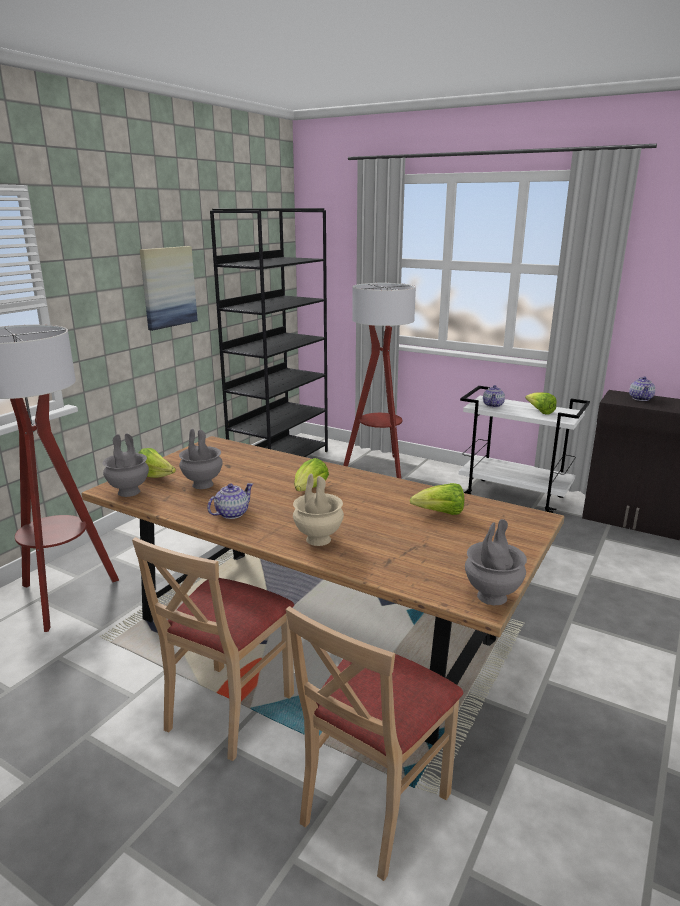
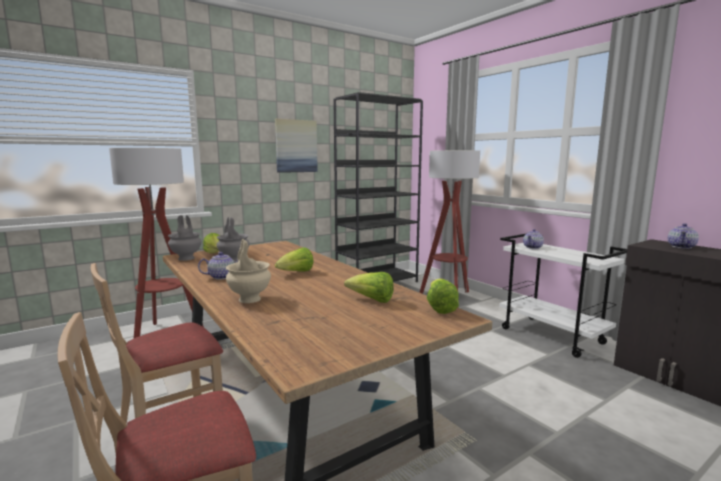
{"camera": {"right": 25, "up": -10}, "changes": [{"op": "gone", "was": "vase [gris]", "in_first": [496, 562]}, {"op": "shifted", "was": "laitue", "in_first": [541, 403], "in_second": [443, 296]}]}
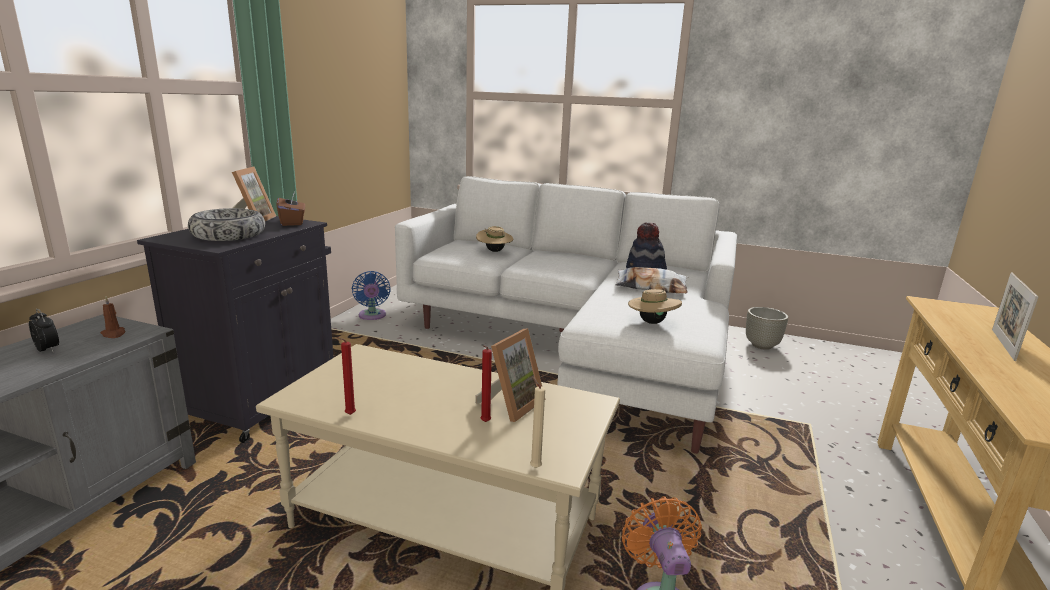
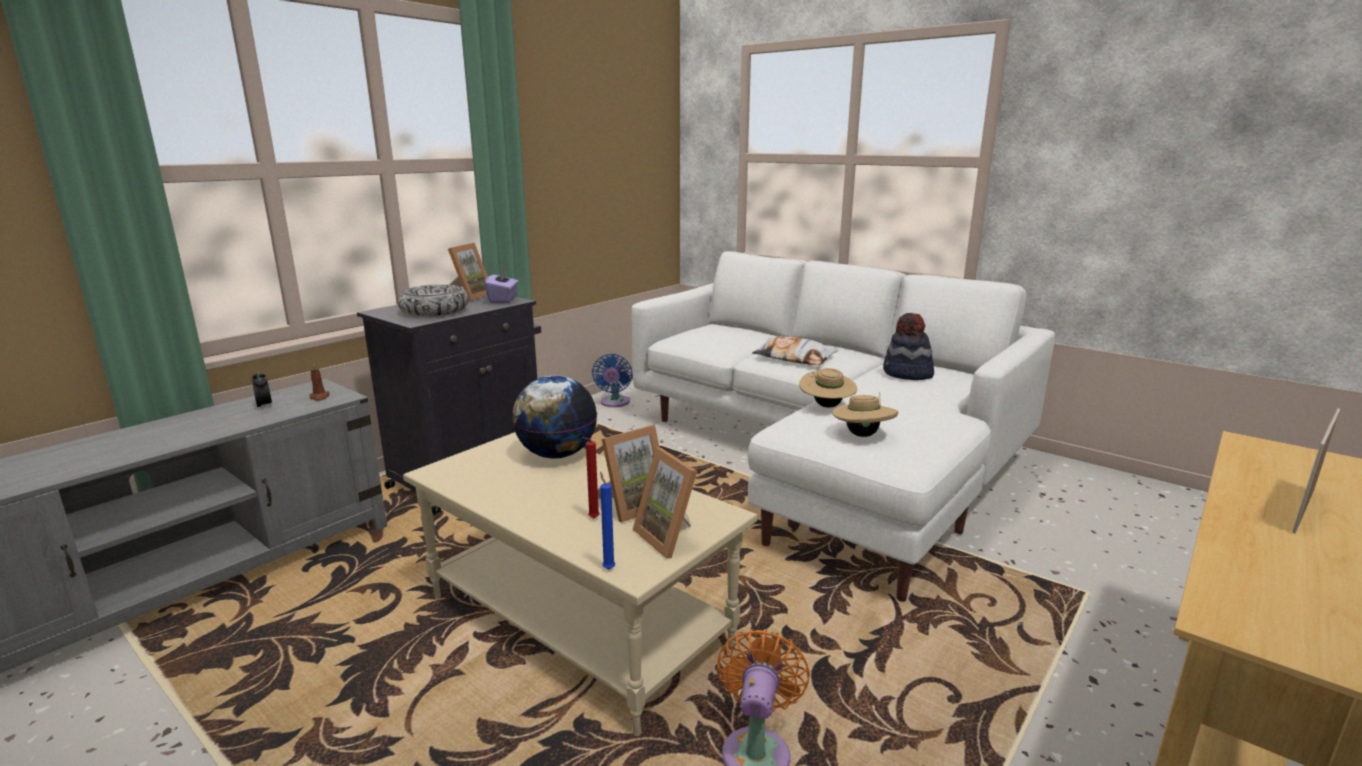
{"camera": {"right": 20, "up": 0}, "changes": [{"op": "repainted", "was": "boîte à mouchoirs [marron]", "now": "boîte à mouchoirs [violet]", "in_first": [290, 209], "in_second": [501, 285]}, {"op": "gone", "was": "bougie [rouge]", "in_first": [346, 376]}, {"op": "shifted", "was": "chapeau [beige]", "in_first": [494, 239], "in_second": [828, 388]}, {"op": "repainted", "was": "bougie [beige]", "now": "bougie [bleu]", "in_first": [537, 422], "in_second": [607, 520]}, {"op": "shifted", "was": "coussin", "in_first": [652, 280], "in_second": [795, 351]}, {"op": "gone", "was": "cache-pot [gris]", "in_first": [767, 328]}, {"op": "new", "now": "globe", "in_second": [554, 417]}, {"op": "new", "now": "cadre photo", "in_second": [665, 503]}]}
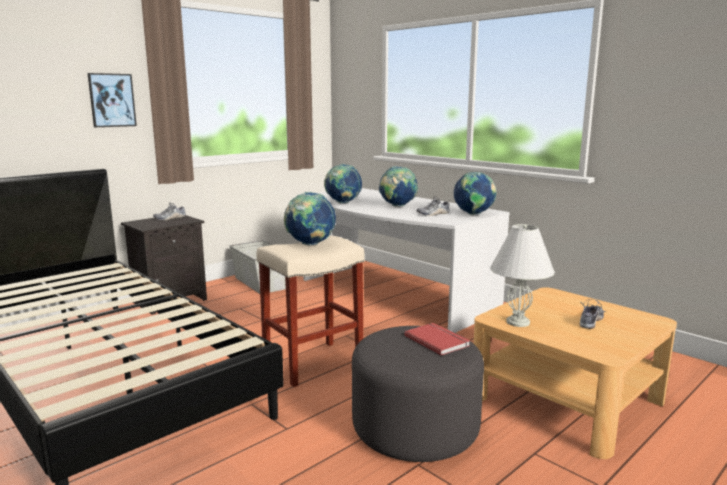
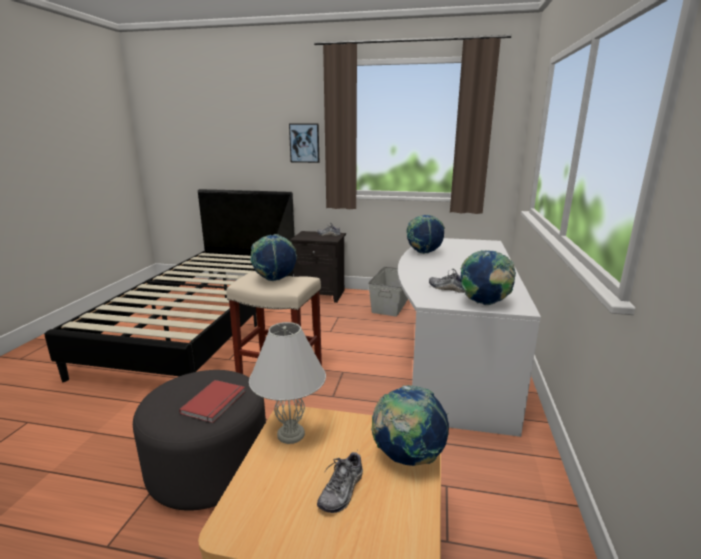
{"camera": {"right": 55, "up": 5}, "changes": [{"op": "shifted", "was": "globe", "in_first": [399, 186], "in_second": [410, 425]}, {"op": "rotated", "was": "chaussure", "in_first": [593, 314], "in_second": [340, 482], "clockwise": 120}]}
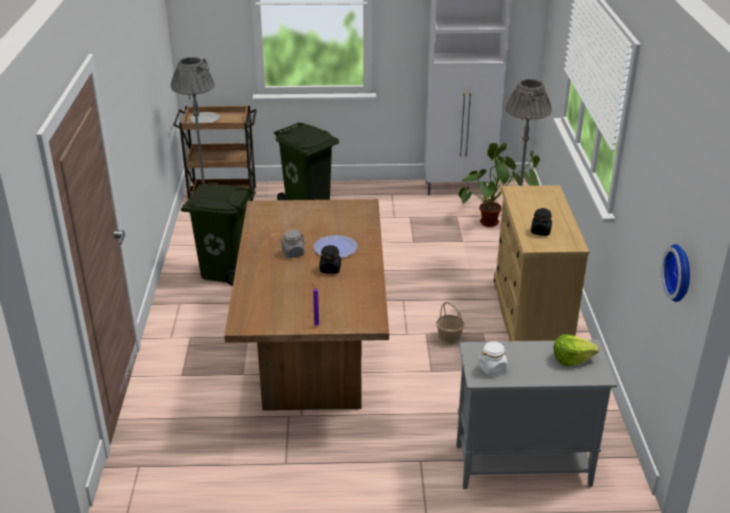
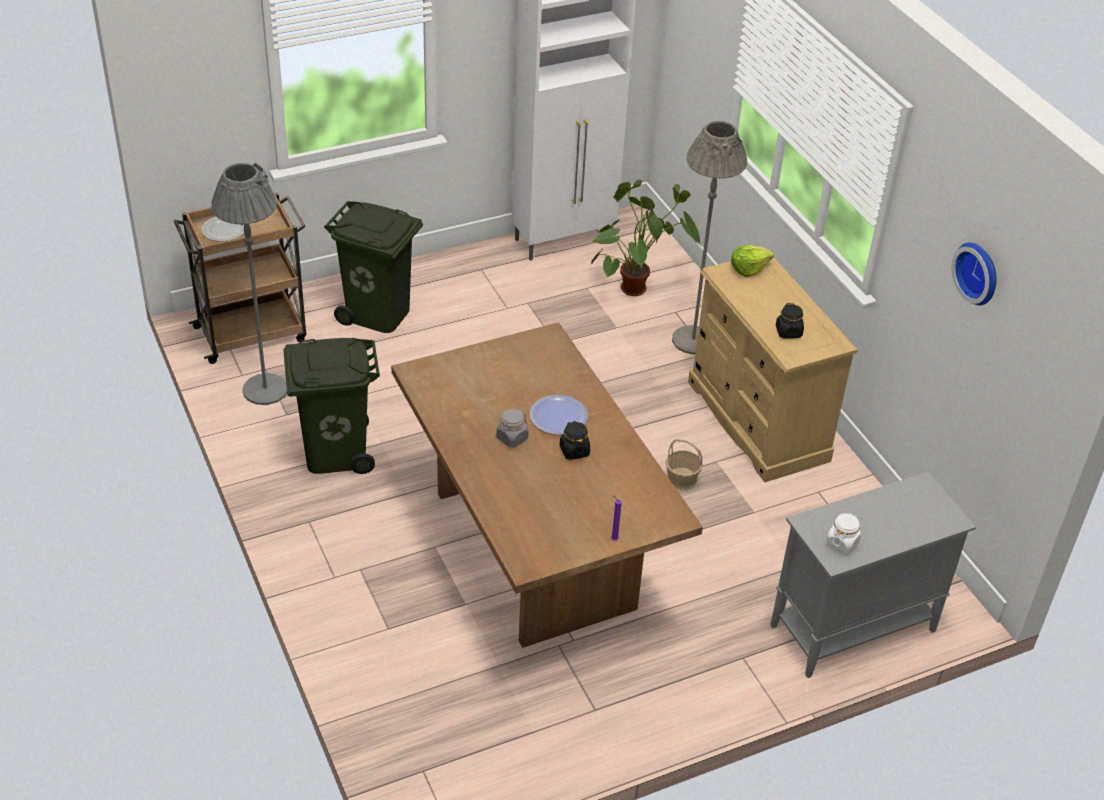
{"camera": {"right": -25, "up": 10}, "changes": [{"op": "shifted", "was": "laitue", "in_first": [576, 350], "in_second": [752, 261]}, {"op": "shifted", "was": "horloge murale", "in_first": [676, 273], "in_second": [974, 274]}]}
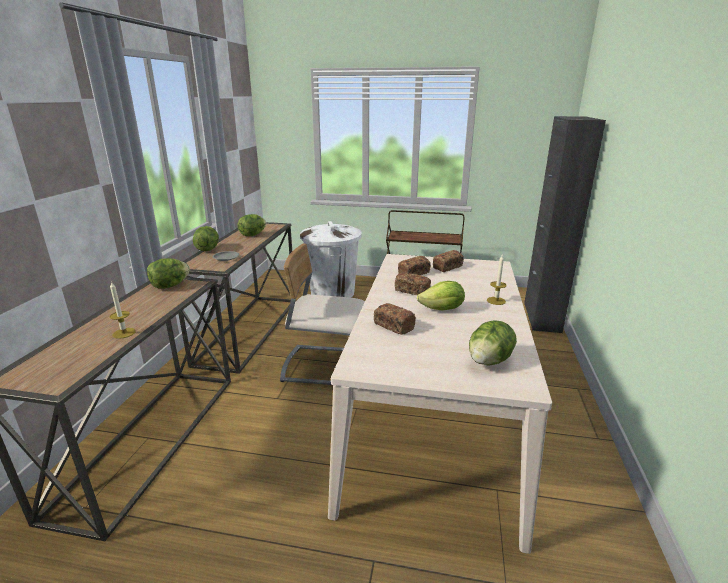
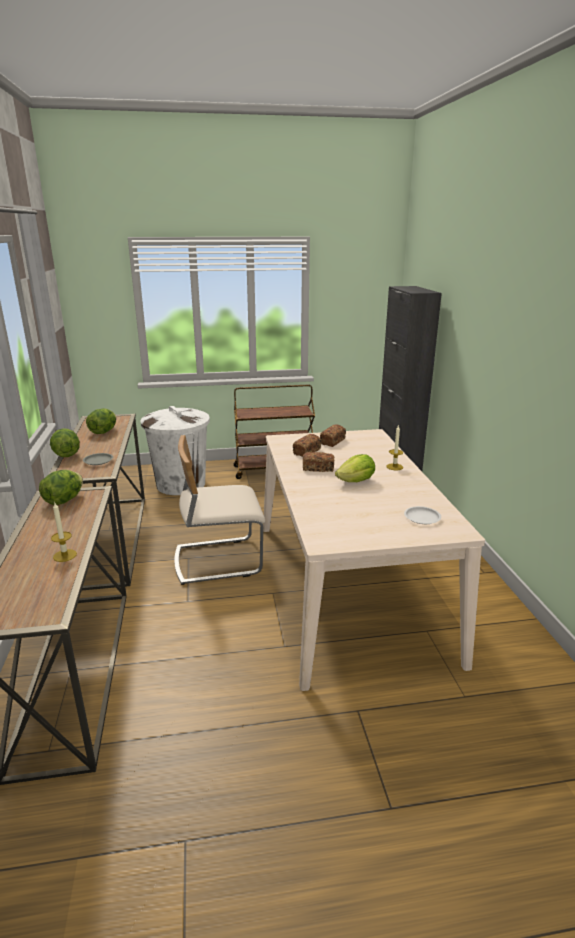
{"camera": {"right": -20, "up": 0}, "changes": [{"op": "gone", "was": "pain", "in_first": [395, 319]}, {"op": "swapped", "was": "laitue", "now": "assiette [blanc]", "in_first": [493, 342], "in_second": [422, 515]}]}
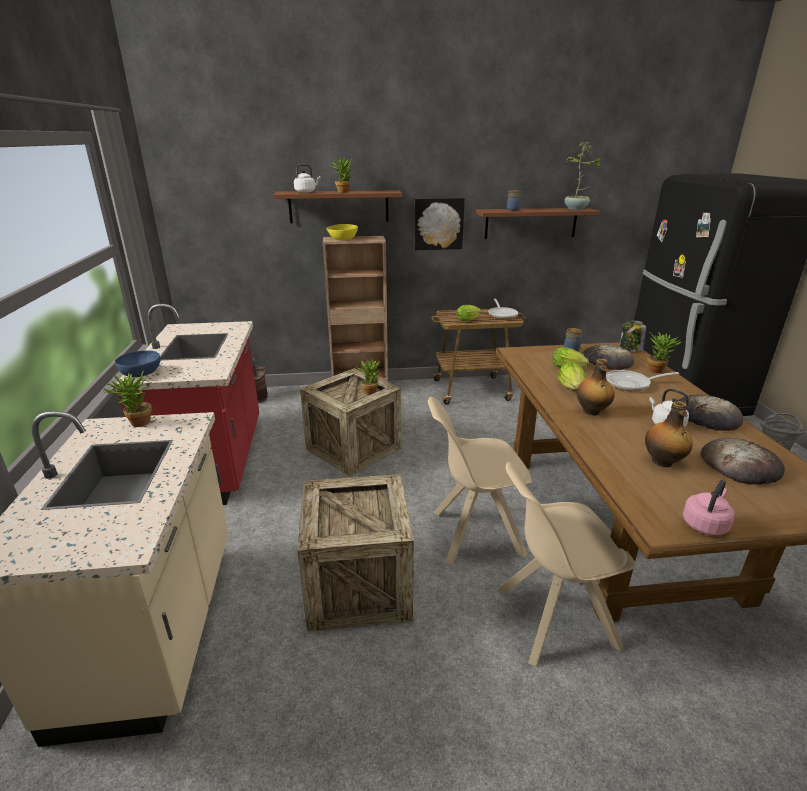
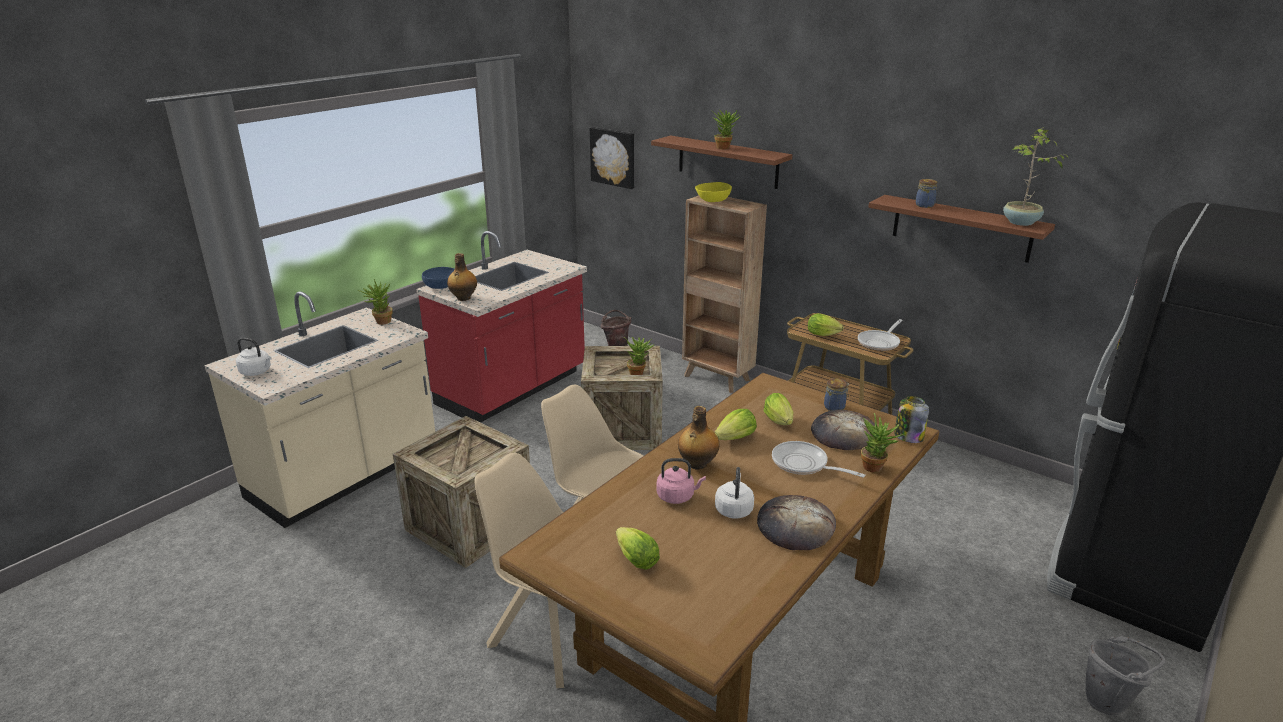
{"camera": {"right": 45, "up": 0}, "changes": [{"op": "shifted", "was": "bouilloire [blanc]", "in_first": [307, 178], "in_second": [253, 357]}, {"op": "shifted", "was": "tableau", "in_first": [439, 224], "in_second": [612, 158]}, {"op": "shifted", "was": "bouteille", "in_first": [669, 434], "in_second": [462, 277]}, {"op": "shifted", "was": "bouilloire [rose]", "in_first": [709, 507], "in_second": [681, 481]}, {"op": "gone", "was": "pain", "in_first": [742, 461]}, {"op": "new", "now": "laitue", "in_second": [638, 548]}]}
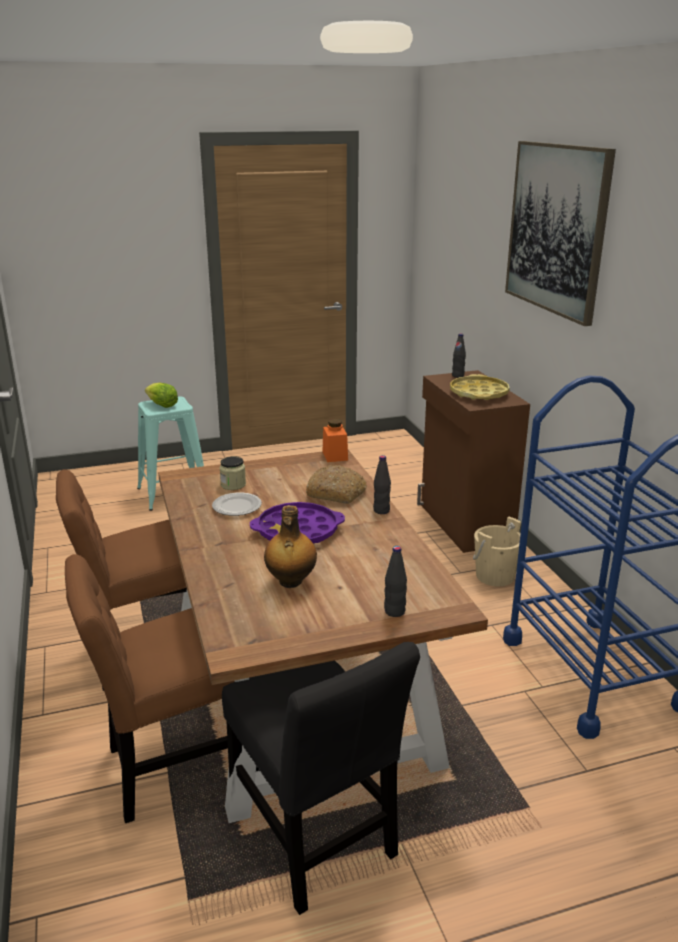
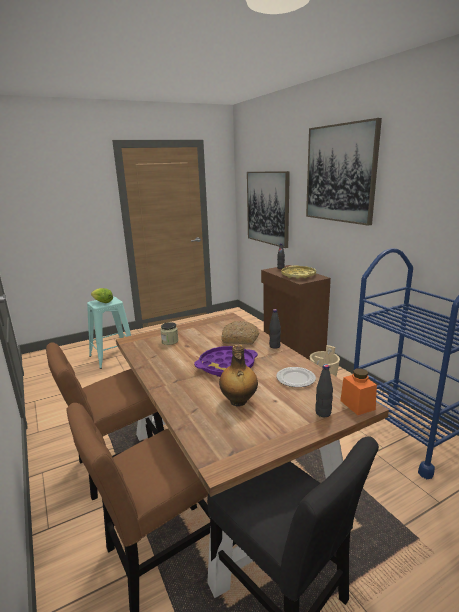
{"camera": {"right": -10, "up": -5}, "changes": [{"op": "shifted", "was": "assiette", "in_first": [237, 504], "in_second": [296, 377]}, {"op": "shifted", "was": "bocal [orange]", "in_first": [335, 440], "in_second": [358, 391]}, {"op": "new", "now": "tableau", "in_second": [268, 209]}]}
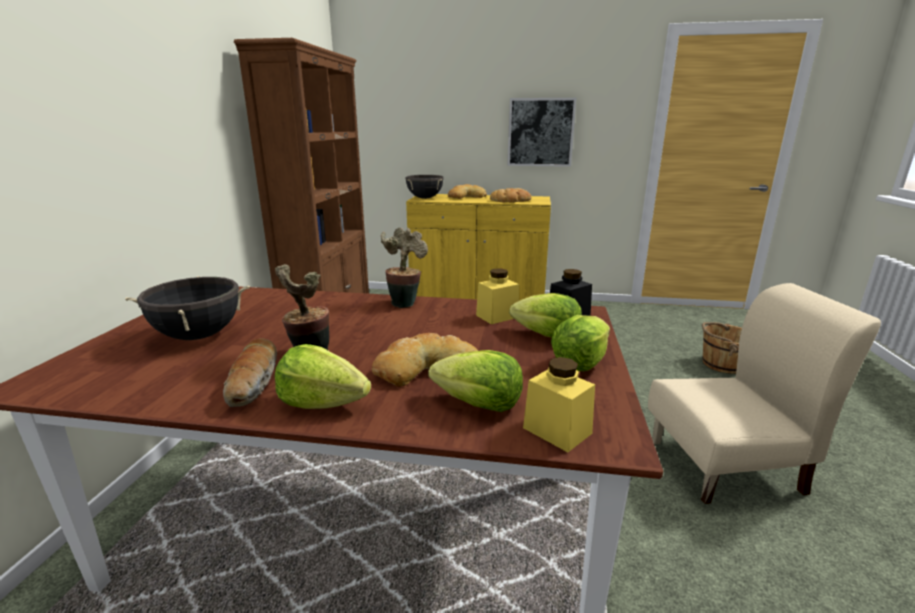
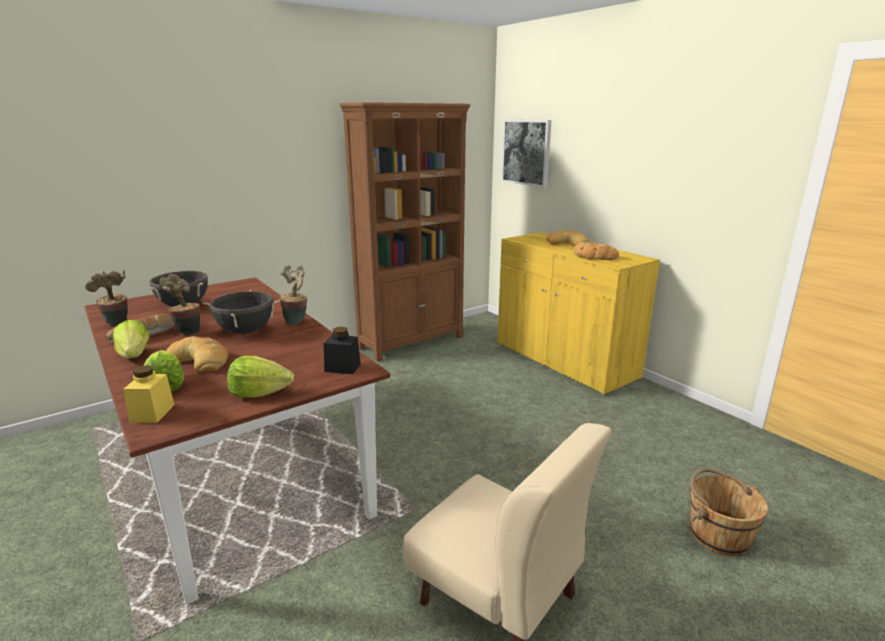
{"camera": {"right": 45, "up": 0}, "changes": [{"op": "shifted", "was": "marmite [noir]", "in_first": [424, 187], "in_second": [241, 312]}, {"op": "gone", "was": "bocal [jaune]", "in_first": [497, 296]}, {"op": "shifted", "was": "tableau", "in_first": [542, 132], "in_second": [526, 153]}, {"op": "gone", "was": "laitue", "in_first": [545, 315]}, {"op": "new", "now": "plante en pot", "in_second": [106, 297]}]}
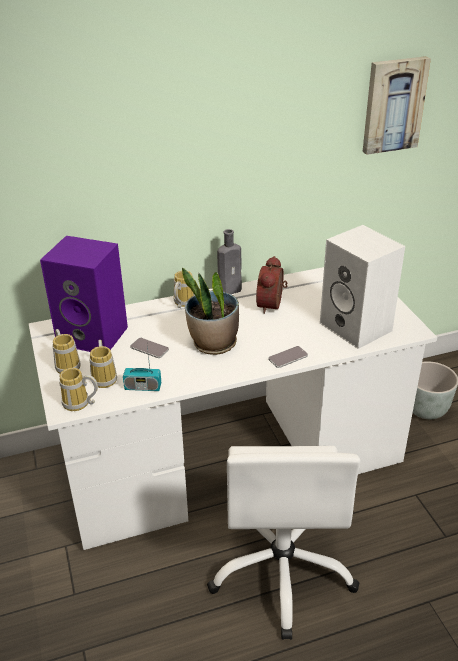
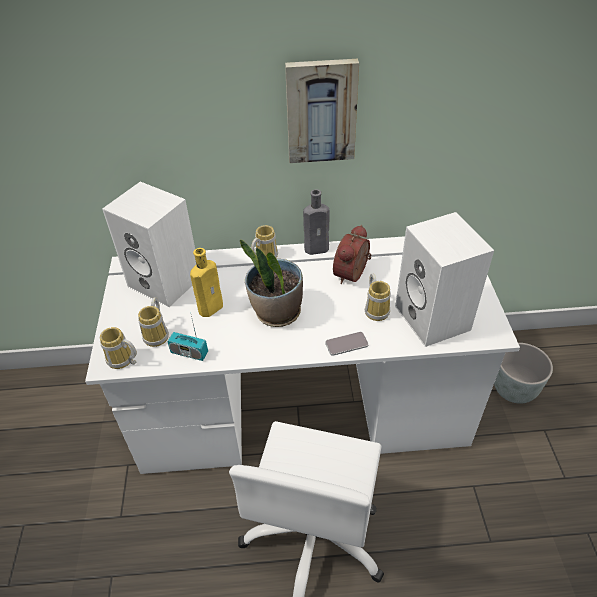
{"camera": {"right": 15, "up": 10}, "changes": [{"op": "repainted", "was": "enceinte [violet]", "now": "enceinte [blanc]", "in_first": [84, 294], "in_second": [149, 244]}, {"op": "shifted", "was": "mug", "in_first": [66, 351], "in_second": [378, 297]}, {"op": "swapped", "was": "téléphone", "now": "bouteille [jaune]", "in_first": [149, 348], "in_second": [206, 282]}, {"op": "shifted", "was": "tableau", "in_first": [397, 105], "in_second": [322, 111]}]}
